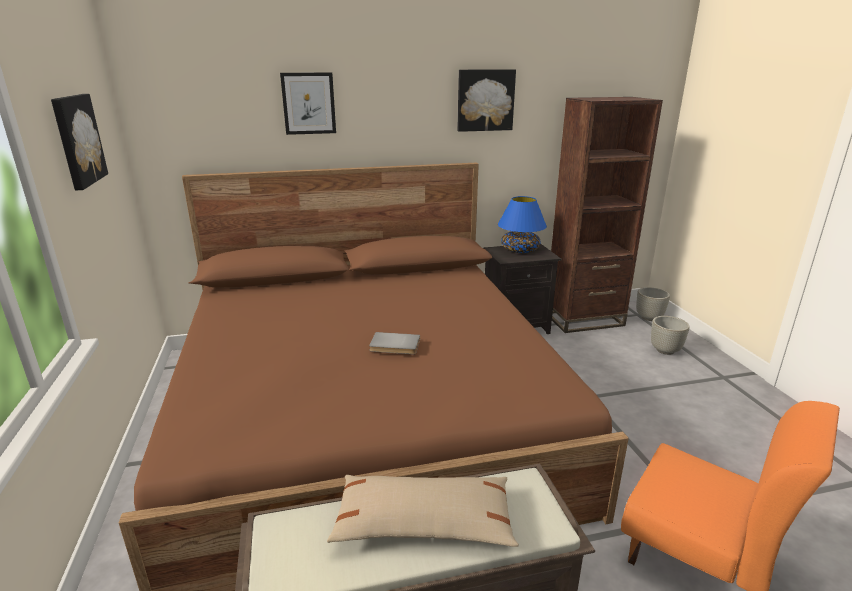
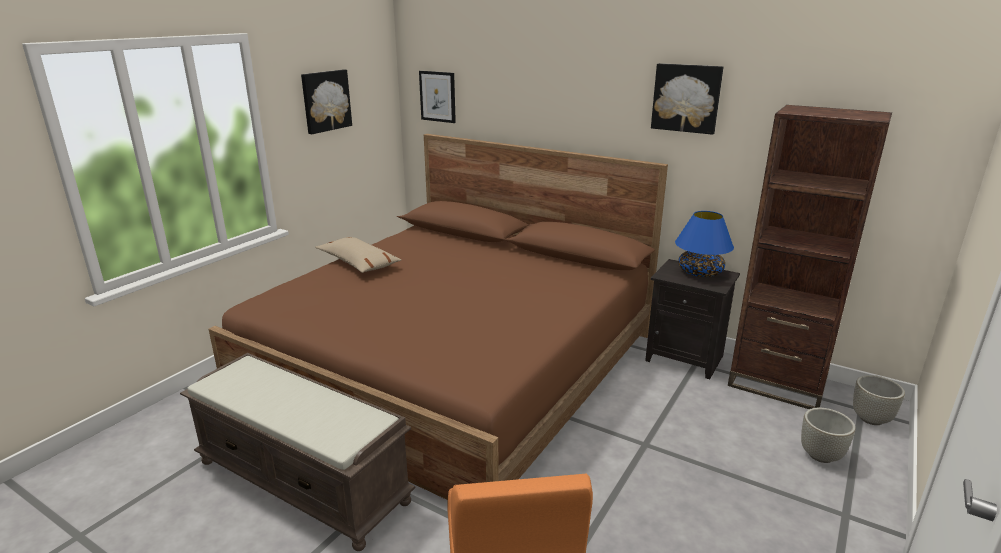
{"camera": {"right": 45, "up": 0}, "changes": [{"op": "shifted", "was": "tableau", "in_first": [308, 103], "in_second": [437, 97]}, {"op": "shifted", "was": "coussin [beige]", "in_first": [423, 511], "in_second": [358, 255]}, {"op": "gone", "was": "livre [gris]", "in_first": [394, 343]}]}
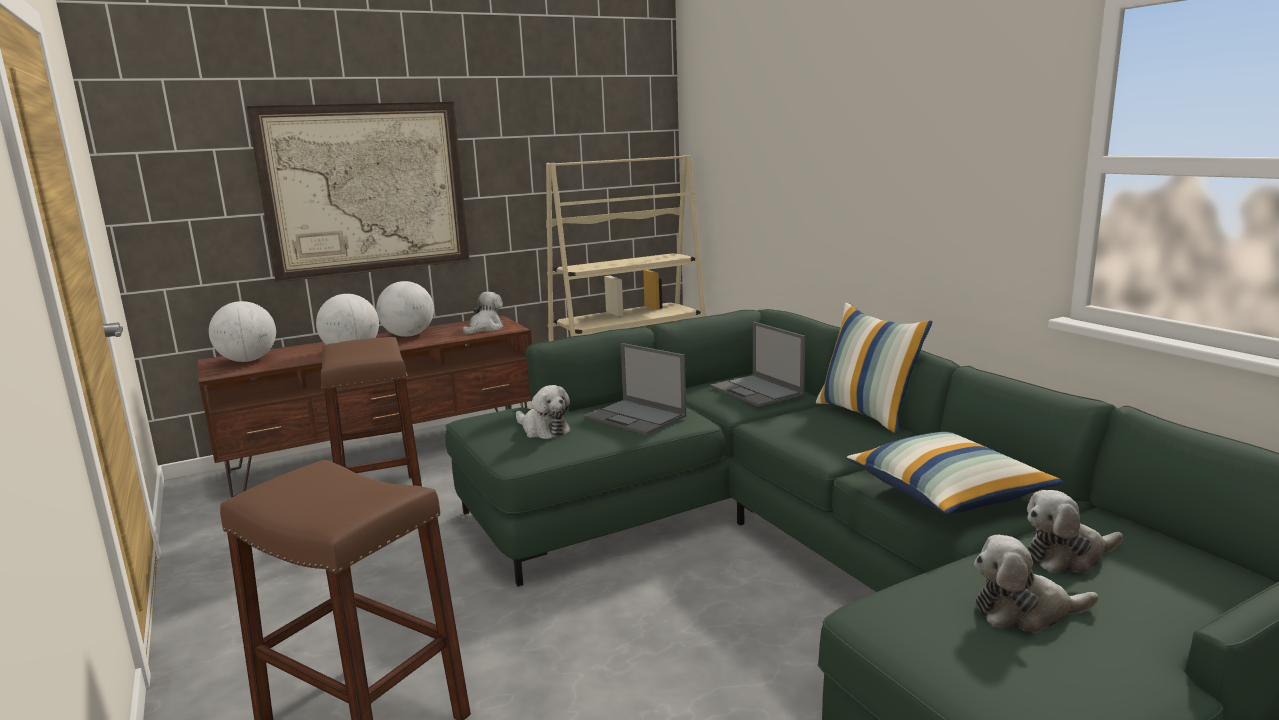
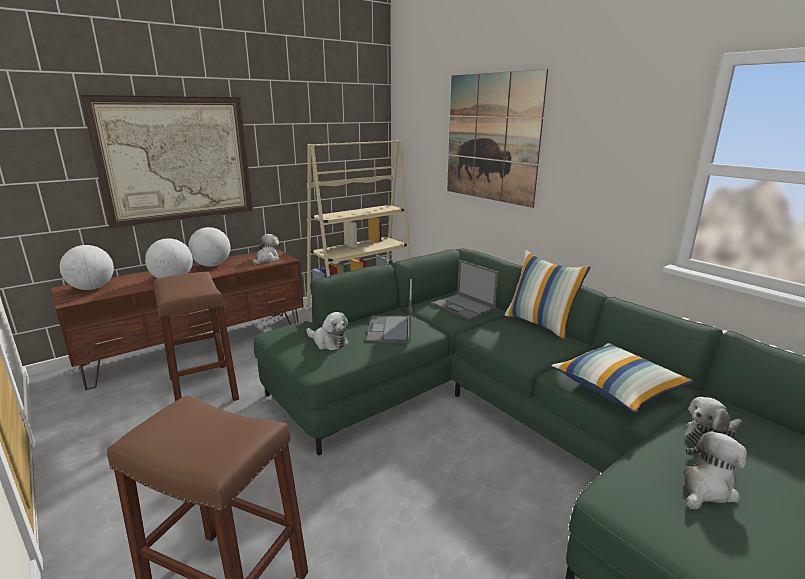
{"camera": {"right": -10, "up": 5}, "changes": [{"op": "rotated", "was": "ordinateur portable", "in_first": [635, 389], "in_second": [389, 311], "clockwise": 60}, {"op": "rotated", "was": "peluche", "in_first": [1036, 584], "in_second": [715, 470], "clockwise": 150}, {"op": "new", "now": "tableau", "in_second": [497, 138]}]}
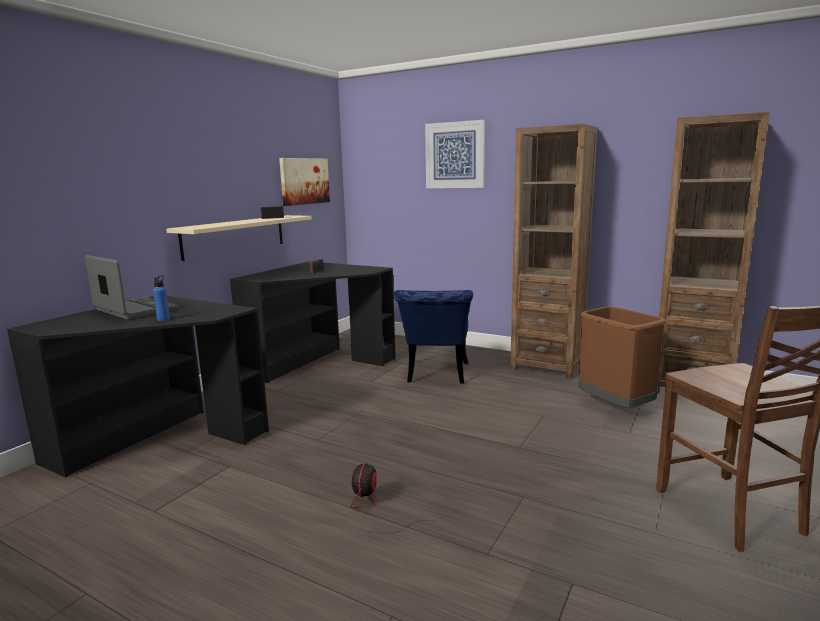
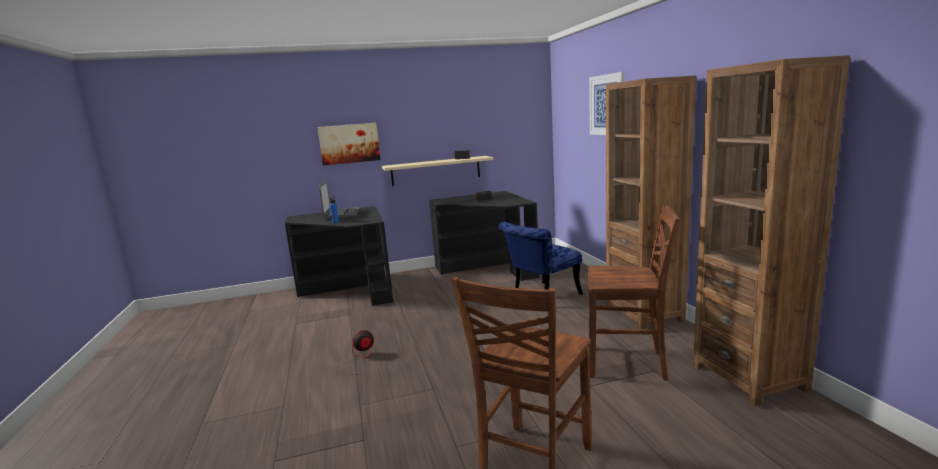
{"camera": {"right": 45, "up": 0}, "changes": [{"op": "shifted", "was": "tableau", "in_first": [304, 182], "in_second": [348, 144]}, {"op": "swapped", "was": "poubelle [marron]", "now": "chaise [marron]", "in_first": [622, 357], "in_second": [633, 292]}]}
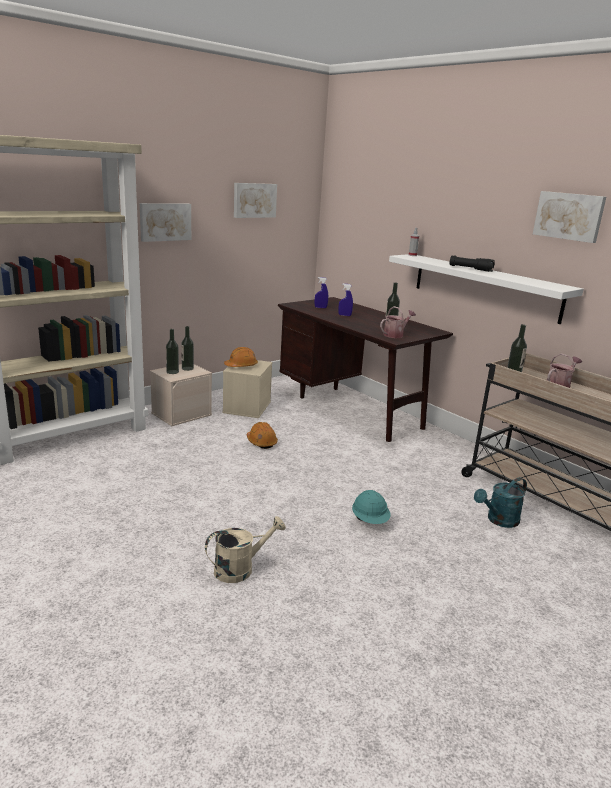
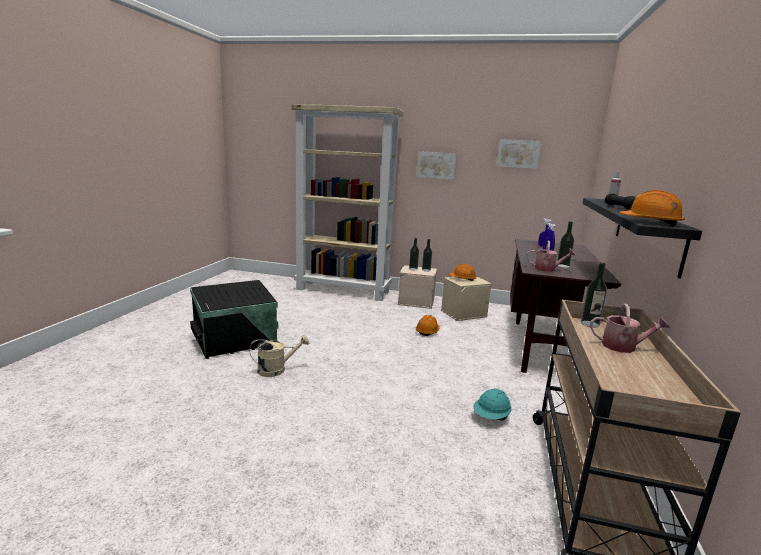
{"camera": {"right": 55, "up": -5}, "changes": [{"op": "rotated", "was": "arrosoir [beige]", "in_first": [245, 549], "in_second": [279, 356], "clockwise": -45}, {"op": "shifted", "was": "casque de chantier [turquoise]", "in_first": [371, 507], "in_second": [492, 404]}, {"op": "repainted", "was": "étagère [blanc]", "now": "étagère [noir]", "in_first": [486, 289], "in_second": [642, 238]}, {"op": "gone", "was": "arrosoir [turquoise]", "in_first": [500, 502]}, {"op": "gone", "was": "tableau", "in_first": [569, 217]}, {"op": "new", "now": "boîte de rangement [noir]", "in_second": [234, 319]}, {"op": "new", "now": "casque de chantier [orange]", "in_second": [652, 208]}]}
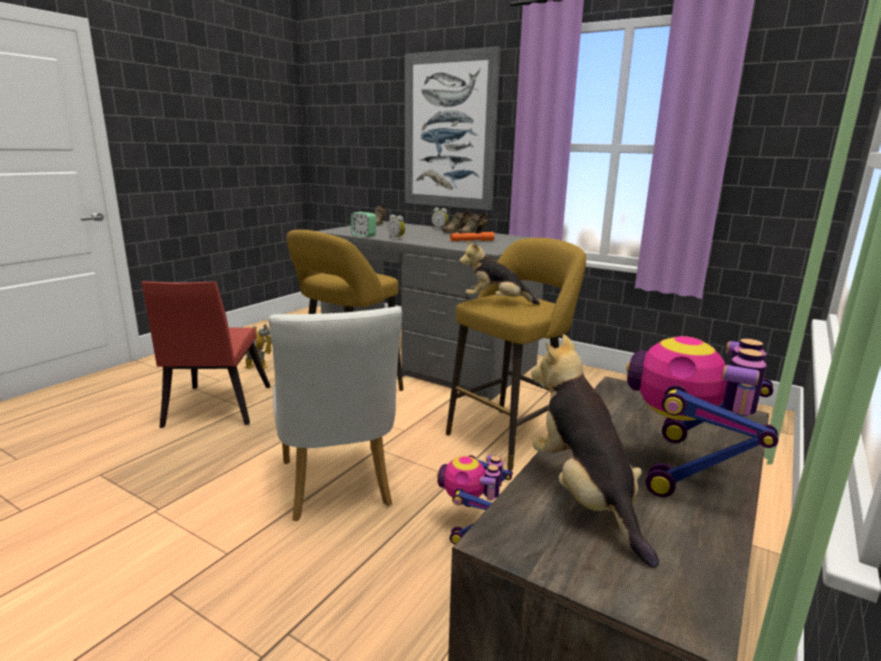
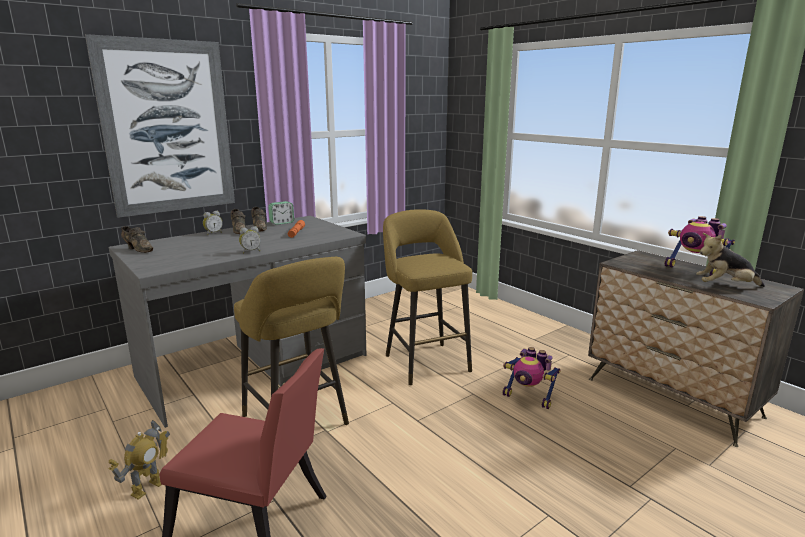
{"camera": {"right": -70, "up": 0}, "changes": [{"op": "gone", "was": "chaise [blanc]", "in_first": [335, 414]}, {"op": "shifted", "was": "réveil", "in_first": [363, 224], "in_second": [281, 213]}, {"op": "gone", "was": "peluche", "in_first": [499, 273]}]}
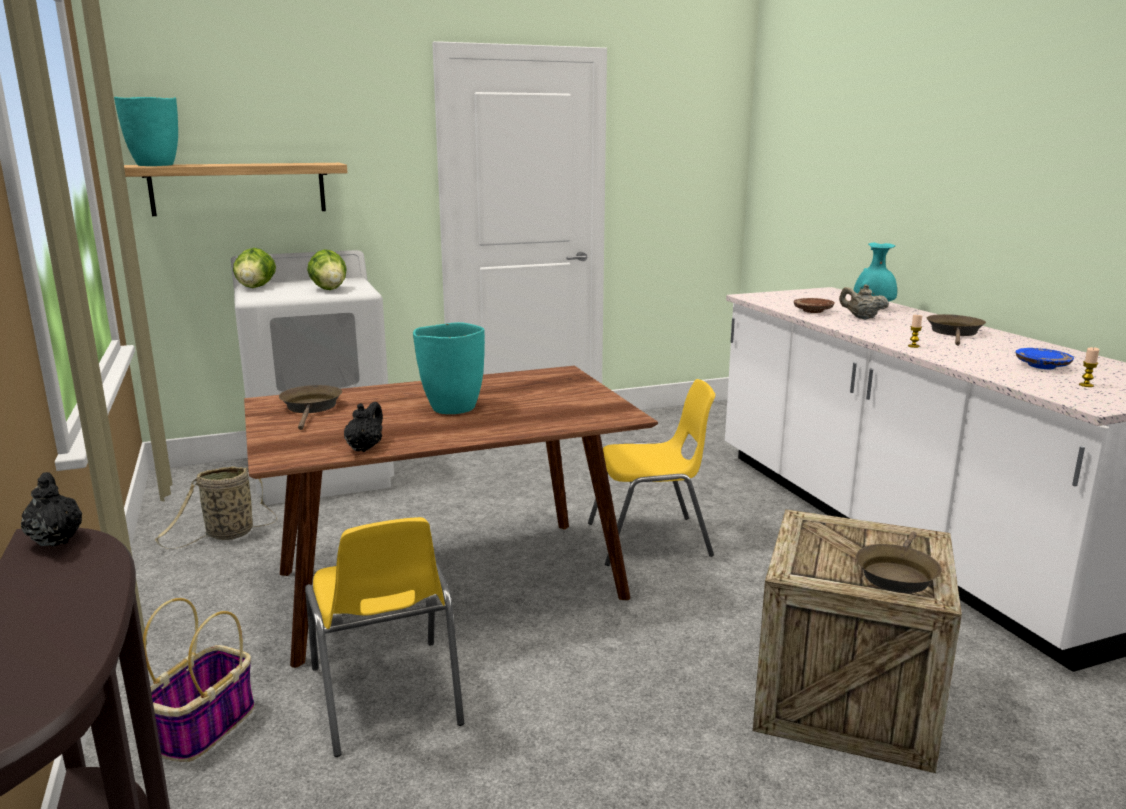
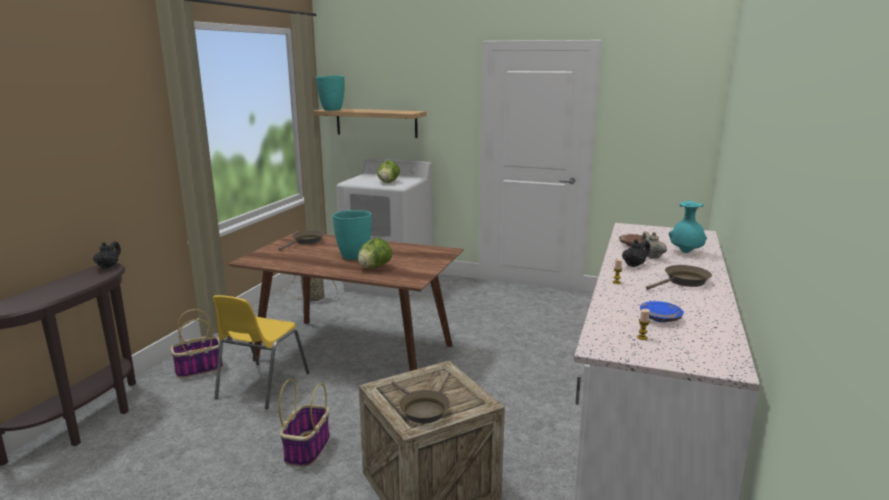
{"camera": {"right": 40, "up": 0}, "changes": [{"op": "shifted", "was": "laitue", "in_first": [254, 268], "in_second": [375, 253]}, {"op": "shifted", "was": "théière [noir]", "in_first": [363, 427], "in_second": [636, 253]}, {"op": "gone", "was": "chaise [jaune]", "in_first": [651, 472]}, {"op": "rotated", "was": "poêle [marron]", "in_first": [899, 562], "in_second": [420, 402], "clockwise": -105}, {"op": "new", "now": "panier", "in_second": [304, 423]}]}
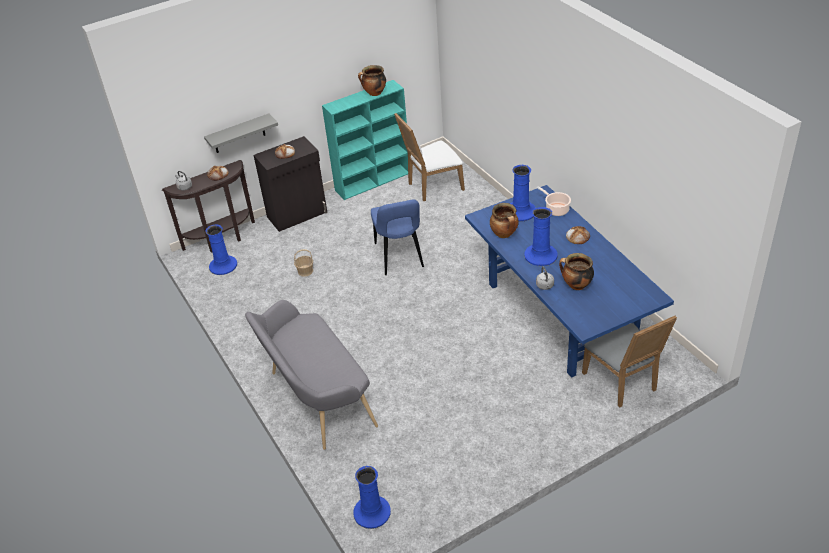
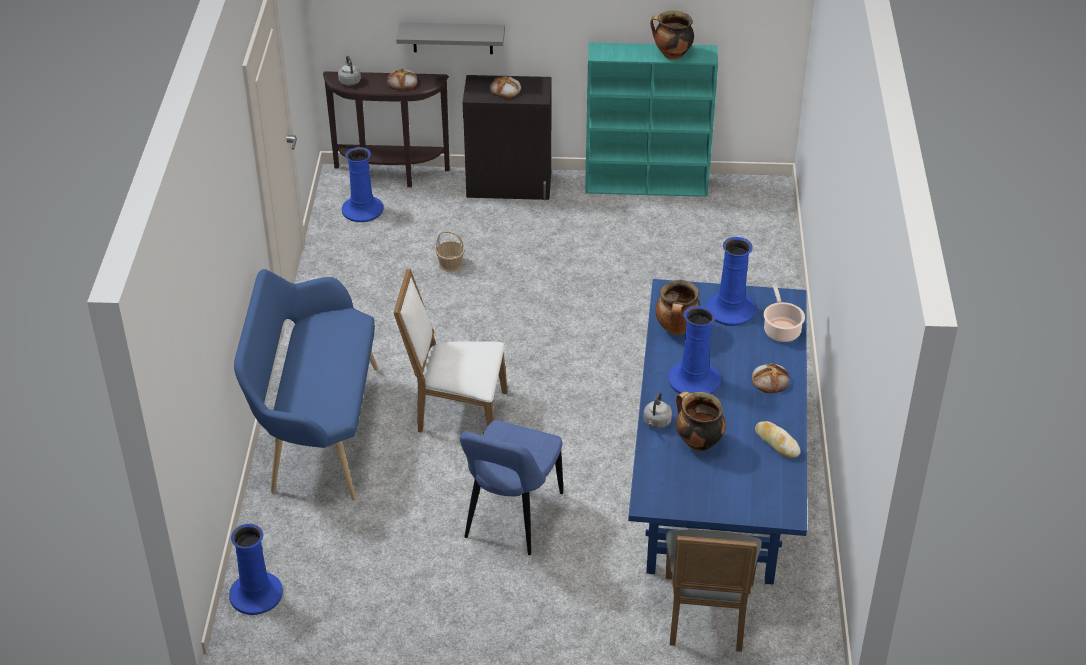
{"camera": {"right": 30, "up": 0}, "changes": [{"op": "repainted", "was": "banc [gris]", "now": "banc [bleu]", "in_first": [311, 375], "in_second": [306, 384]}, {"op": "shifted", "was": "chaise [bleu]", "in_first": [397, 237], "in_second": [511, 487]}, {"op": "shifted", "was": "chaise [blanc]", "in_first": [429, 157], "in_second": [450, 350]}, {"op": "new", "now": "pain", "in_second": [777, 439]}]}
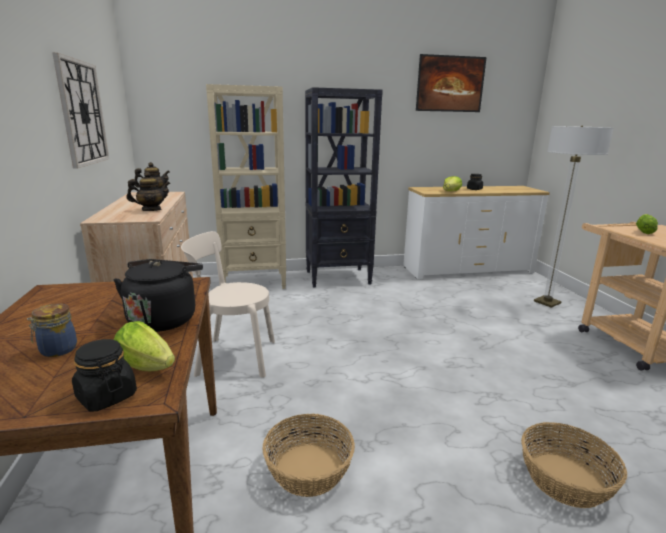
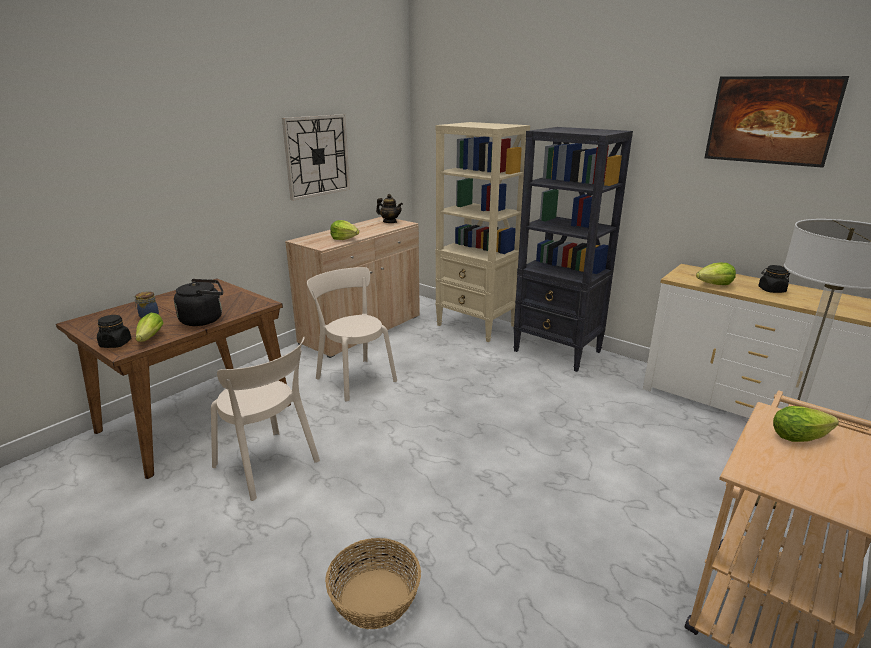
{"camera": {"right": 50, "up": 5}, "changes": [{"op": "swapped", "was": "théière", "now": "laitue", "in_first": [149, 191], "in_second": [344, 230]}, {"op": "swapped", "was": "panier", "now": "chaise [beige]", "in_first": [308, 455], "in_second": [265, 419]}]}
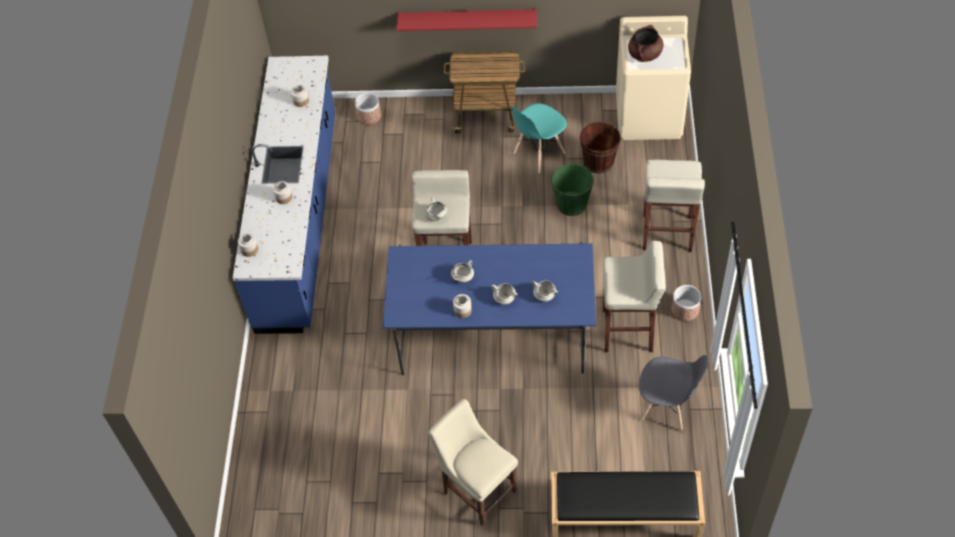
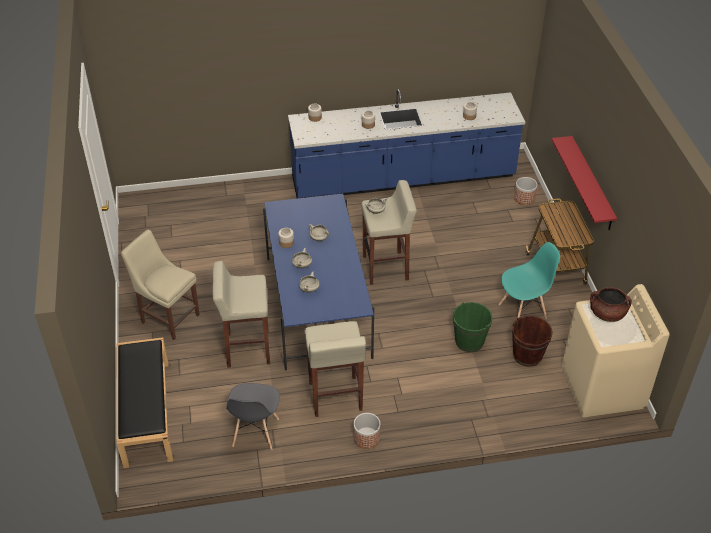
{"camera": {"right": 75, "up": -10}, "changes": [{"op": "rotated", "was": "chaise [beige]", "in_first": [473, 462], "in_second": [160, 285], "clockwise": -90}, {"op": "rotated", "was": "chaise [turquoise]", "in_first": [539, 138], "in_second": [529, 280], "clockwise": 120}, {"op": "shifted", "was": "tabouret [beige]", "in_first": [674, 206], "in_second": [241, 314]}]}
